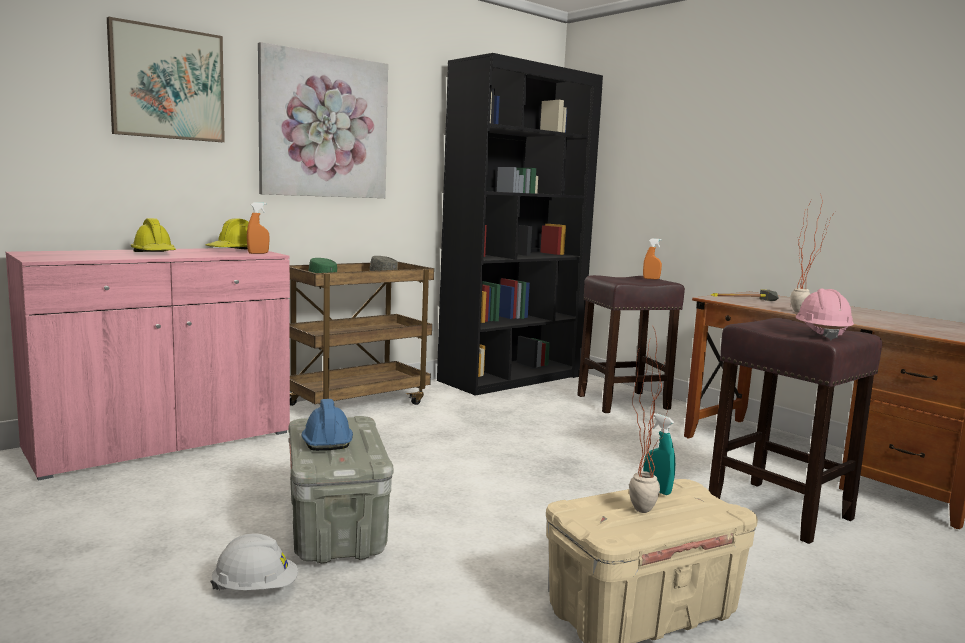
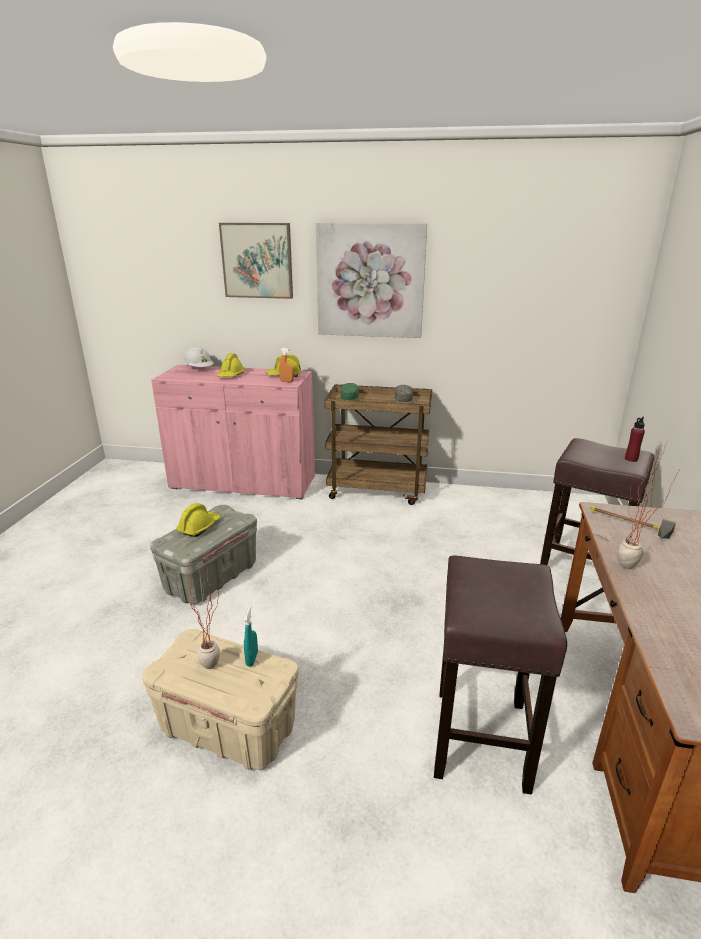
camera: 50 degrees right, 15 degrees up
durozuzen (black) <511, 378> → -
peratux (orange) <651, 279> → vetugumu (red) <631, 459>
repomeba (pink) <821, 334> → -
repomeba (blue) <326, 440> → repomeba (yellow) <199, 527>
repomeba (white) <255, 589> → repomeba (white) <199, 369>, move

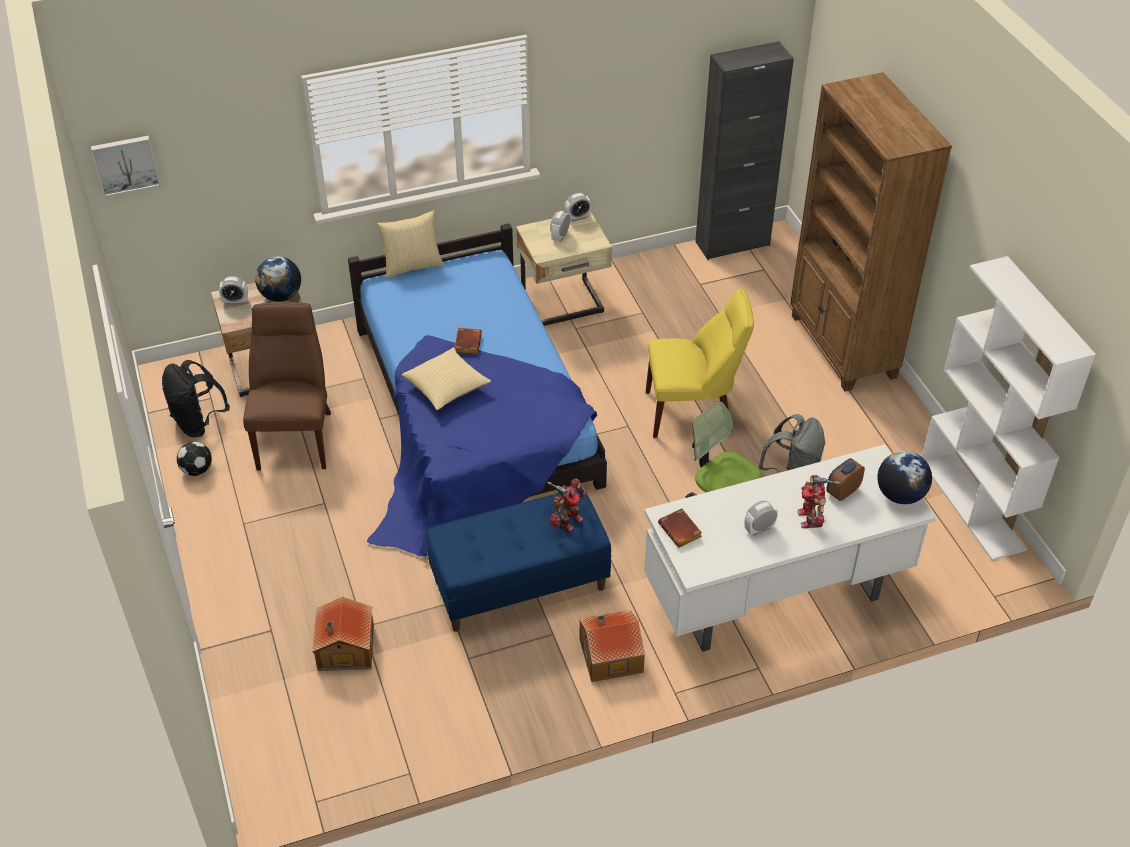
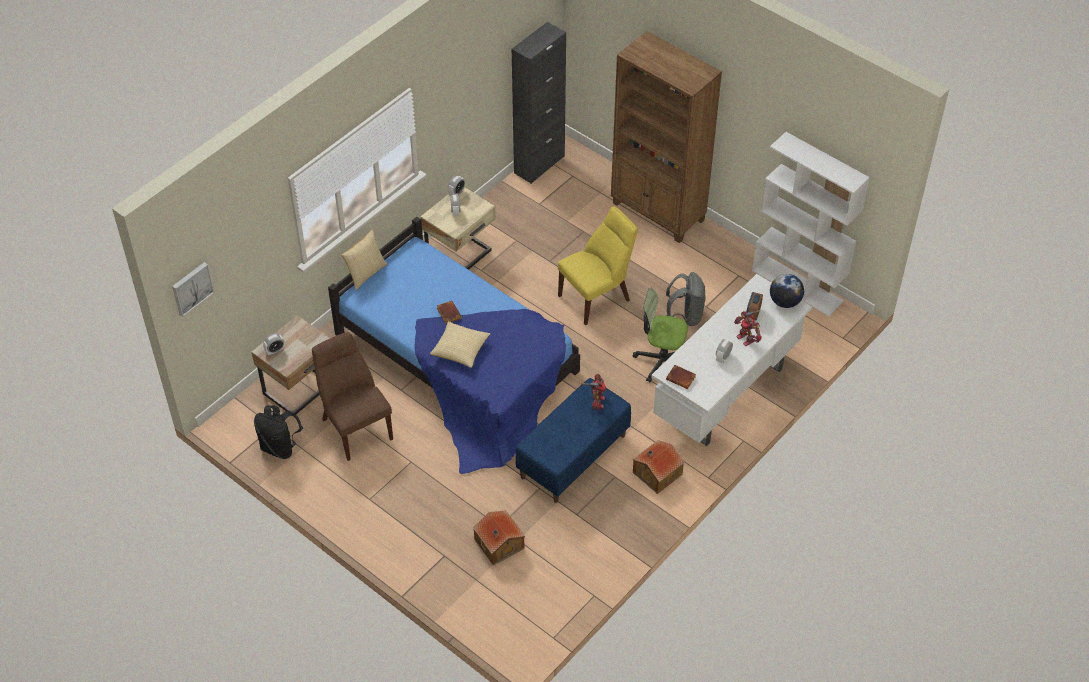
camera: 30 degrees left, 5 degrees up
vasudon <281, 296> → -
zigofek <197, 470> → -

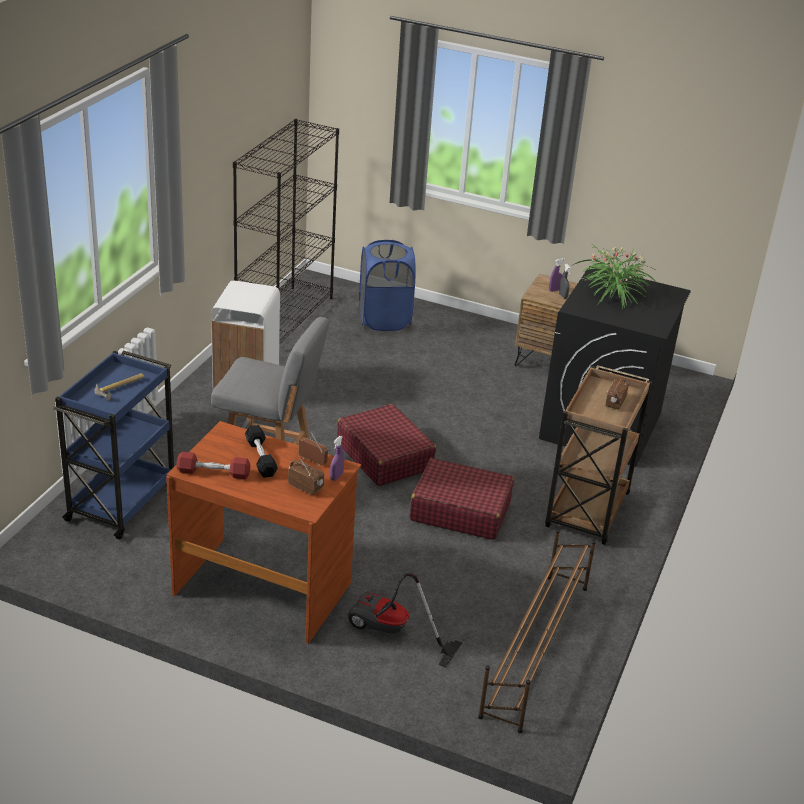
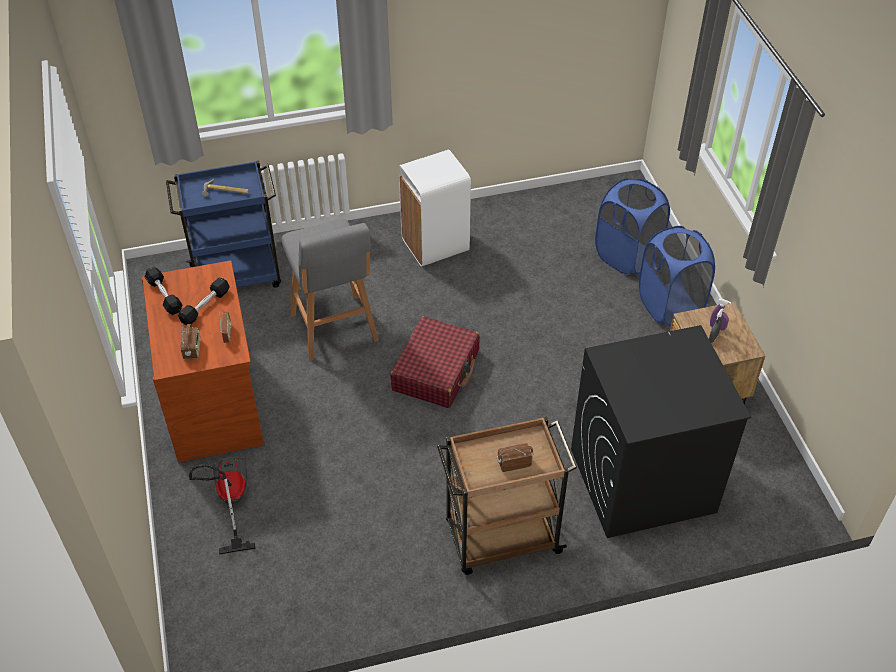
camera: 55 degrees right, 15 degrees up
durozuzen (black) <285, 318> → -
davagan <613, 293> → -
peratux (purple) <336, 476> → -
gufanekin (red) <213, 473> → gufanekin (black) <164, 296>
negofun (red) <460, 510> → -
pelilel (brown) <534, 650> → -
- → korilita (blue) <670, 305>

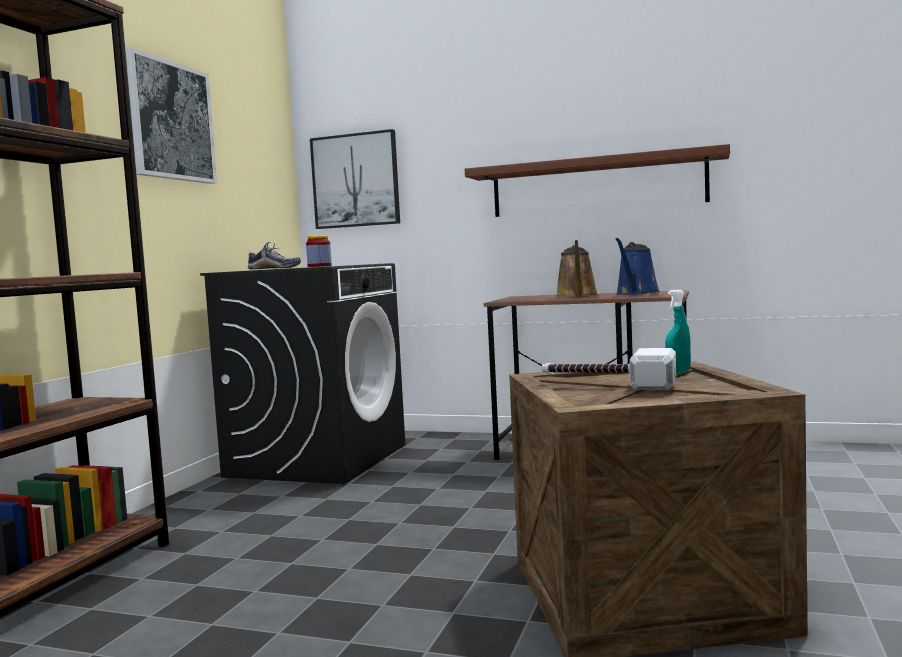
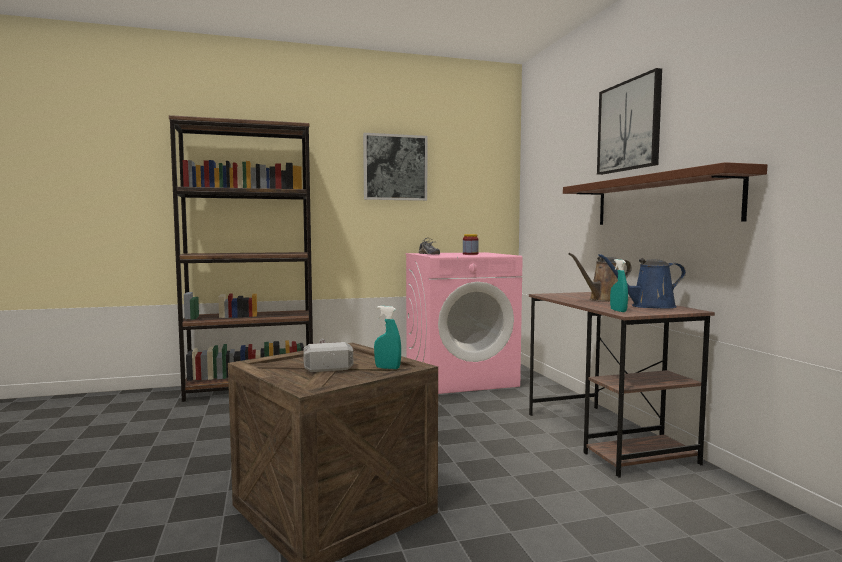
camera: 55 degrees right, 0 degrees up
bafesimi <356, 180> → bafesimi <629, 126>, move
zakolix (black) <318, 460> → zakolix (pink) <460, 378>
- → peratux (turquoise) <618, 311>

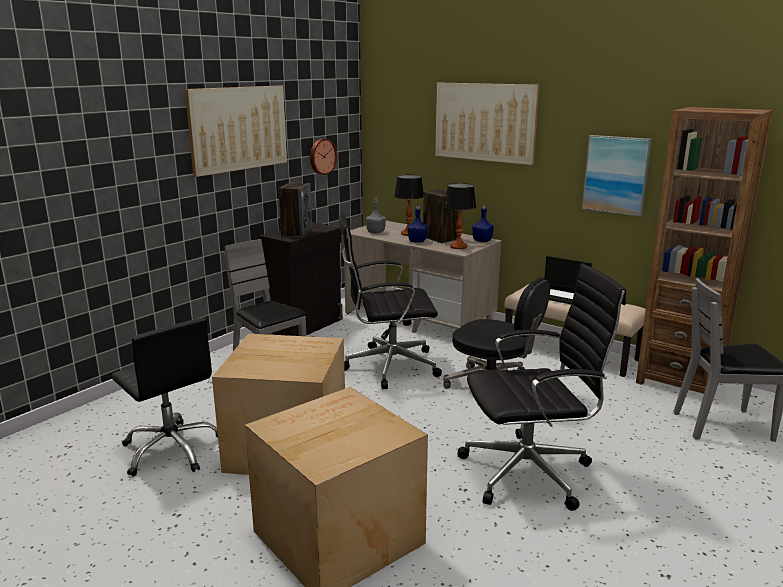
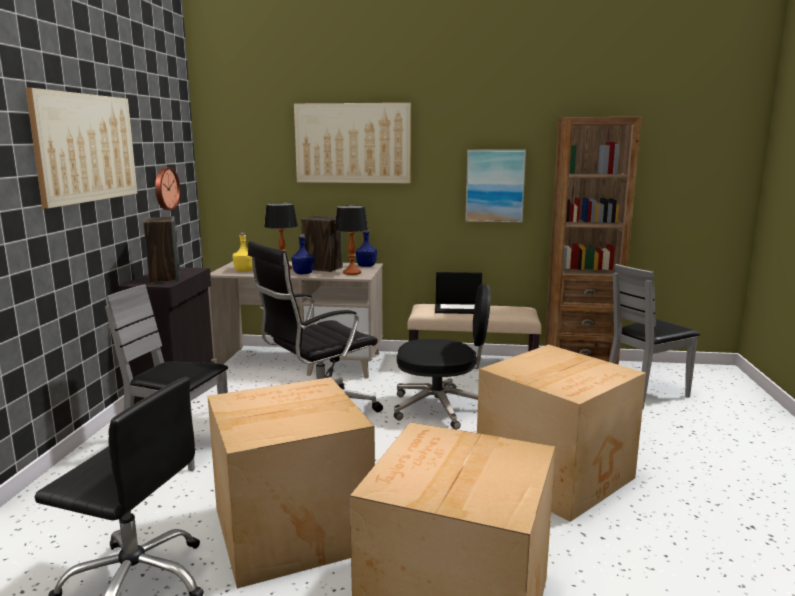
camera: 30 degrees left, 5 degrees down
vetugumu (grey) <376, 232> → vetugumu (yellow) <245, 271>
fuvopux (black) <530, 472> → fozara <557, 475>

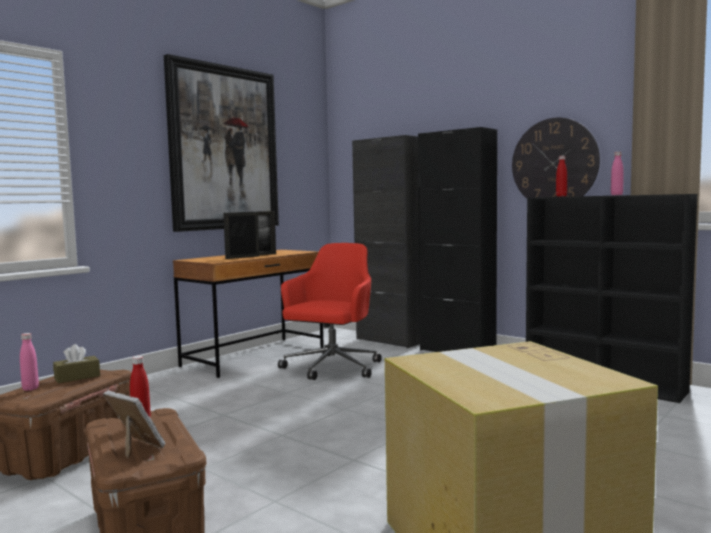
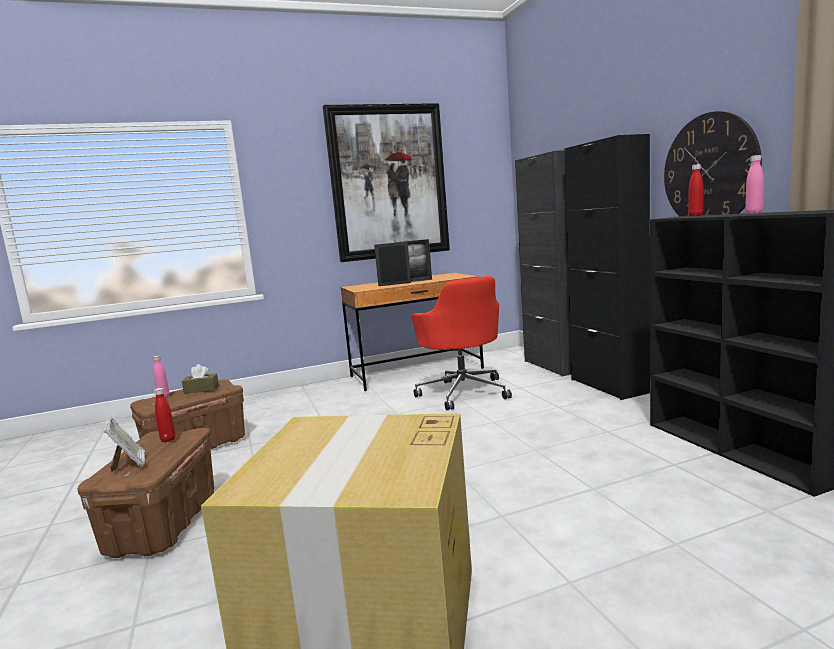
camera: 30 degrees right, 5 degrees up
fuvopux (red) <331, 368> → fuvopux (red) <463, 392>, 105 degrees clockwise

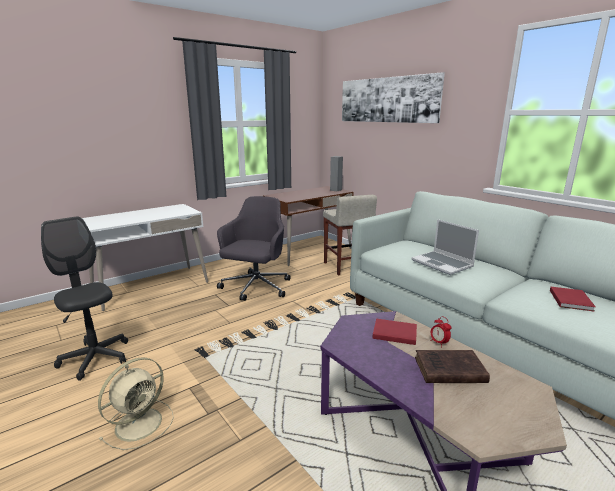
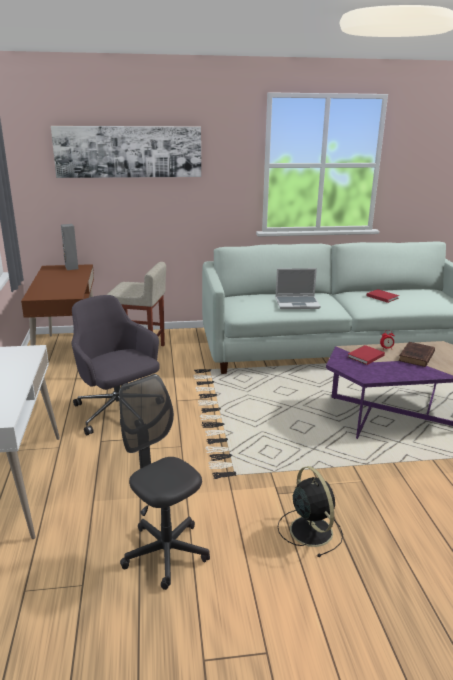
camera: 60 degrees left, 5 degrees up
fuvopux (grey) <95, 358> → fuvopux (grey) <165, 553>, 60 degrees clockwise
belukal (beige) <140, 423> → belukal (black) <310, 529>

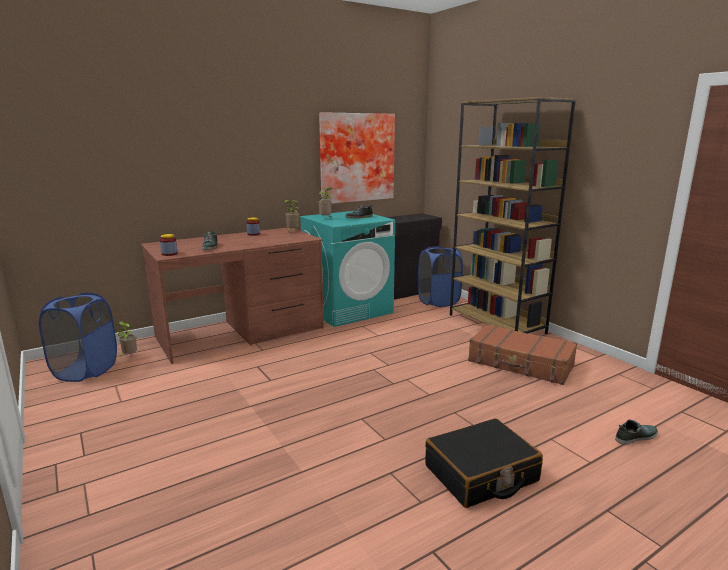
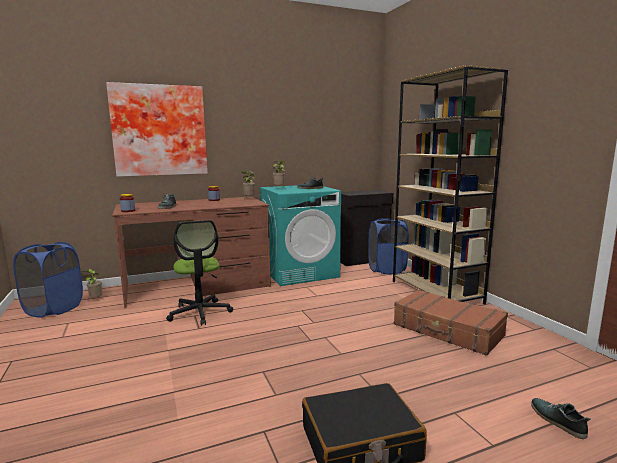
camera: 10 degrees right, 5 degrees down
bafesimi <356, 158> → bafesimi <159, 130>, move
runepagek <635, 437> → runepagek <557, 421>, 105 degrees counterclockwise
- → fuvopux <200, 313>

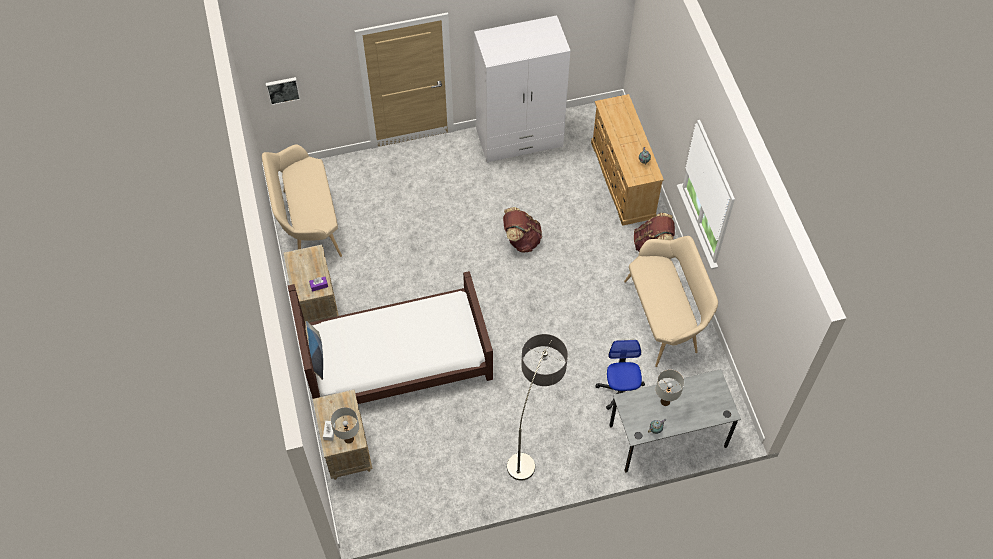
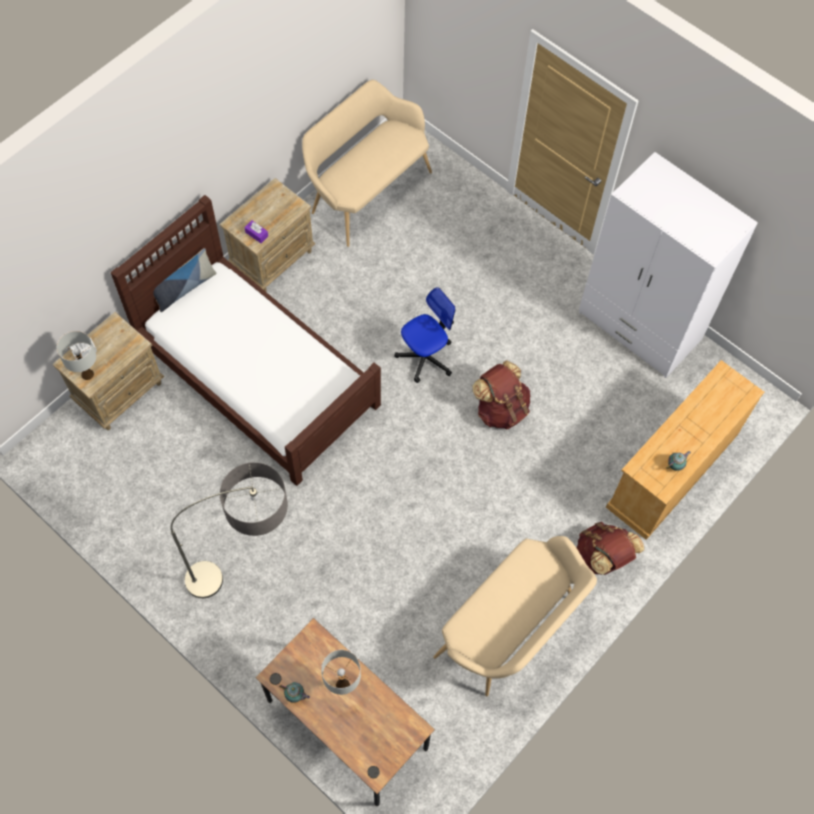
camera: 55 degrees right, 5 degrees up
bafesimi <283, 90> → -
fuvopux <620, 391> → fuvopux <425, 357>, move
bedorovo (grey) <668, 436> → bedorovo (brown) <347, 724>

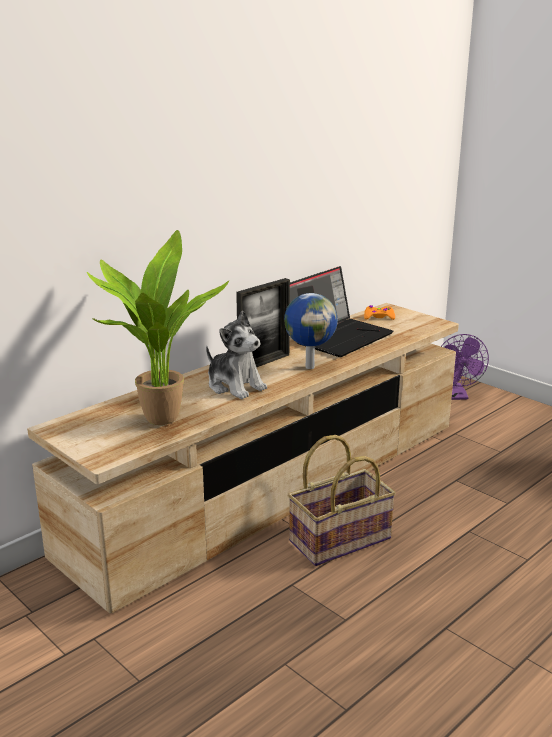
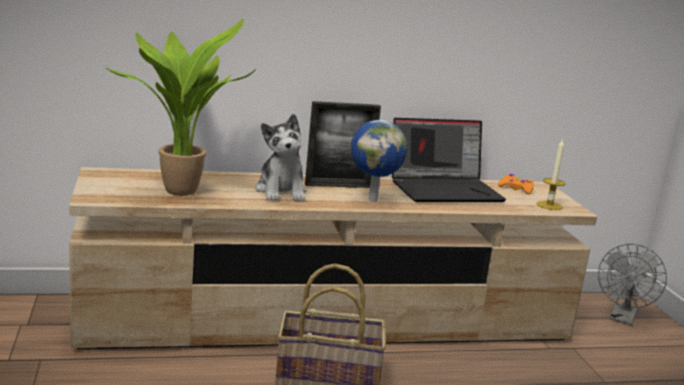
camera: 30 degrees right, 5 degrees down
belukal (purple) <457, 396> → belukal (grey) <623, 319>
- → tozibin <549, 205>

